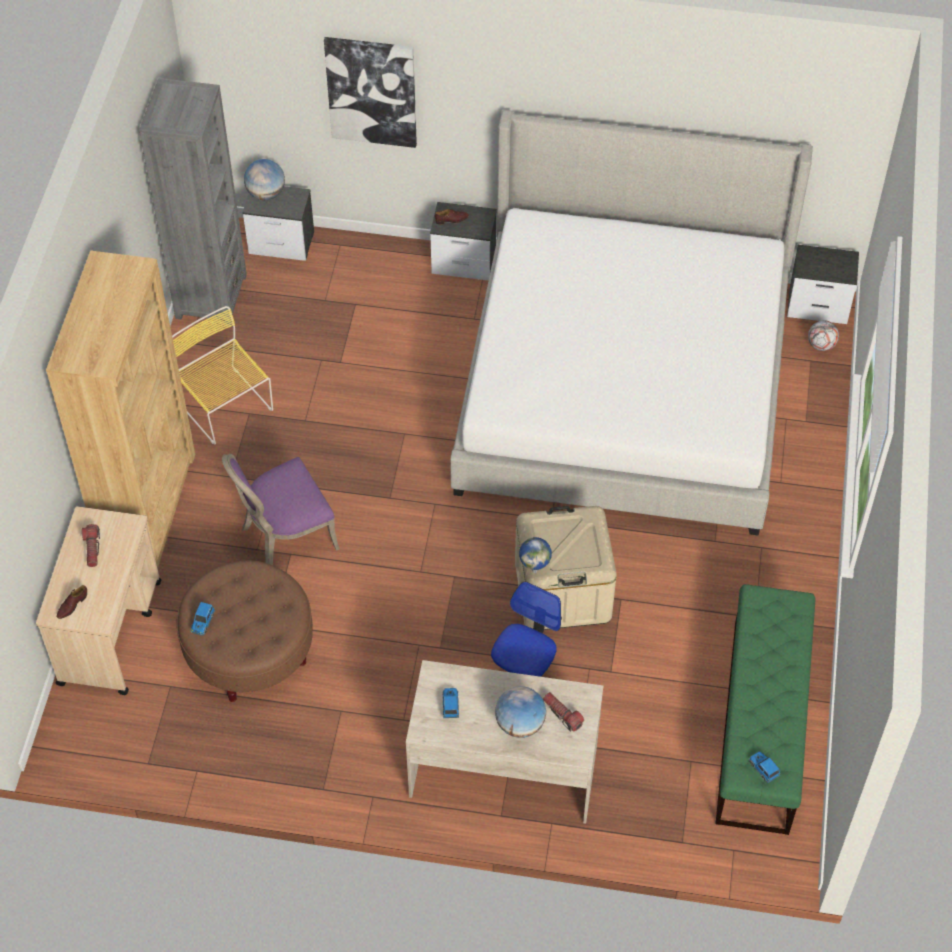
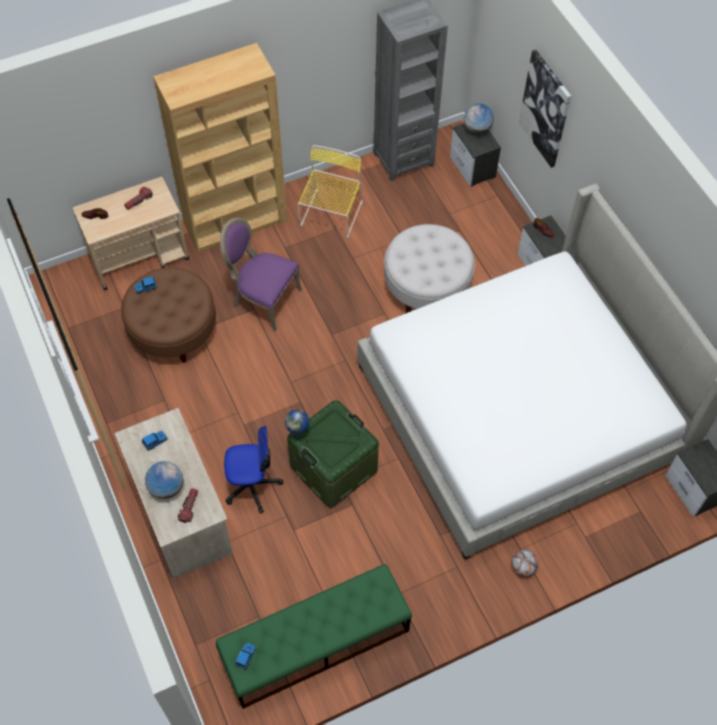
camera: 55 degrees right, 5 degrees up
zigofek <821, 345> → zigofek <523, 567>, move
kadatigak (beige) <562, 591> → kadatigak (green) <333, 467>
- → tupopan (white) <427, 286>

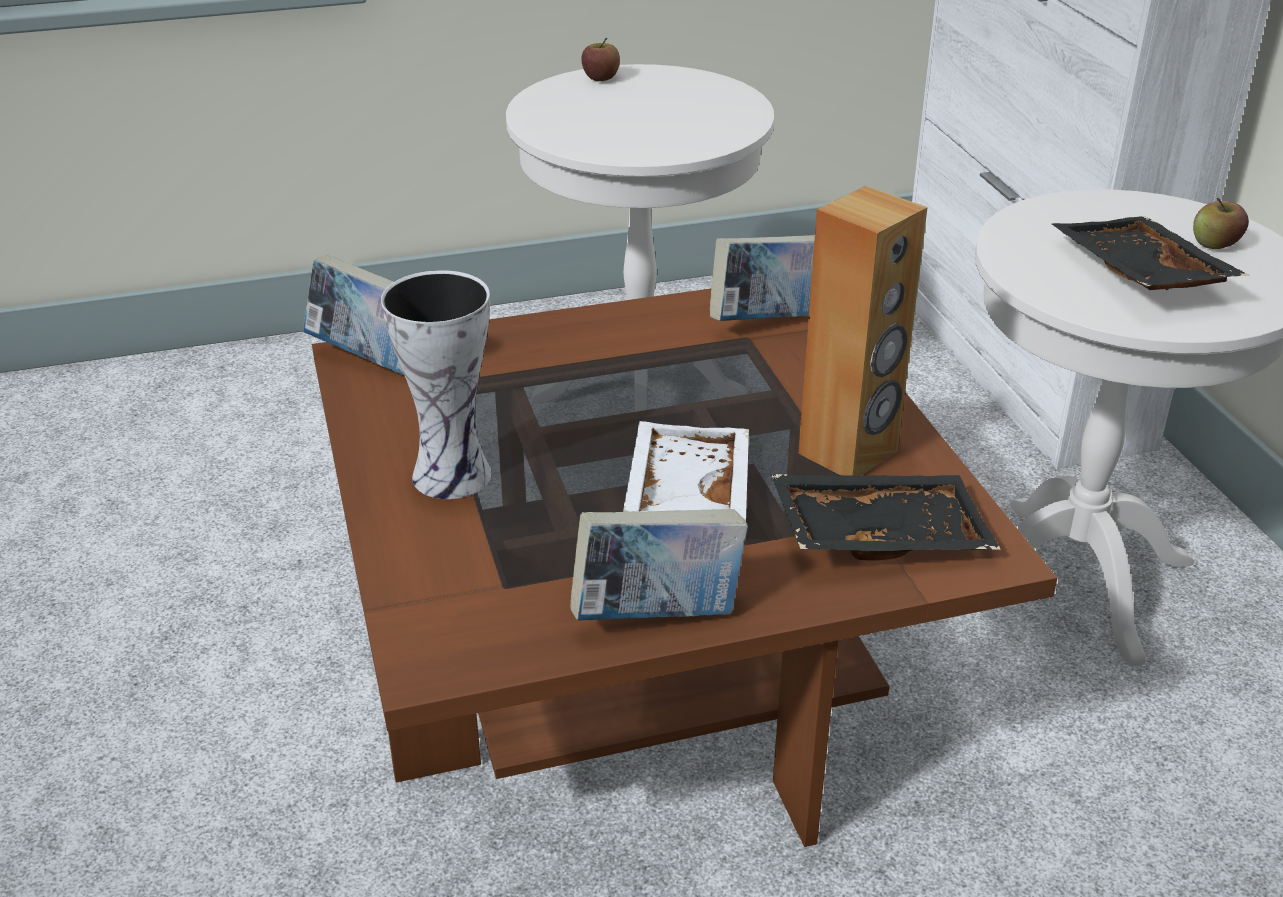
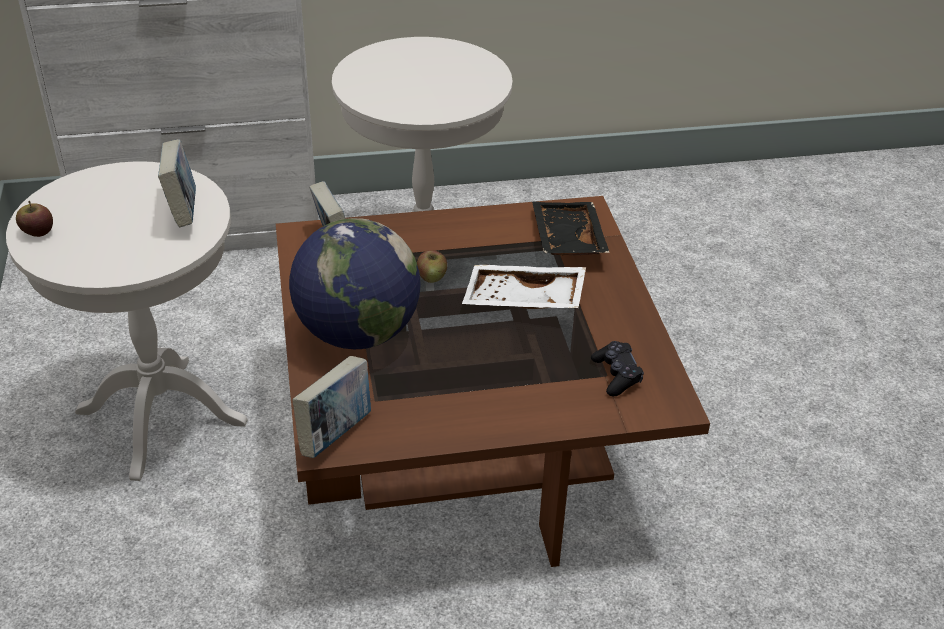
camera: 85 degrees left, 5 degrees up
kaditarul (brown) <849, 452> → -
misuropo <1215, 245> → misuropo <432, 277>, move
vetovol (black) <1135, 275> → -
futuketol <455, 474> → -
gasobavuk <658, 616> → gasobavuk <183, 212>, move
- → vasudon <357, 333>
- → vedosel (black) <616, 375>

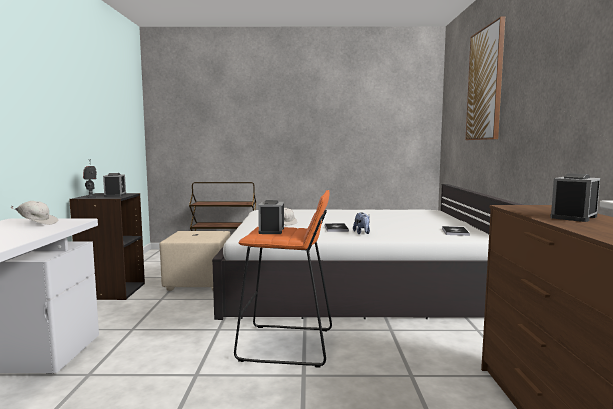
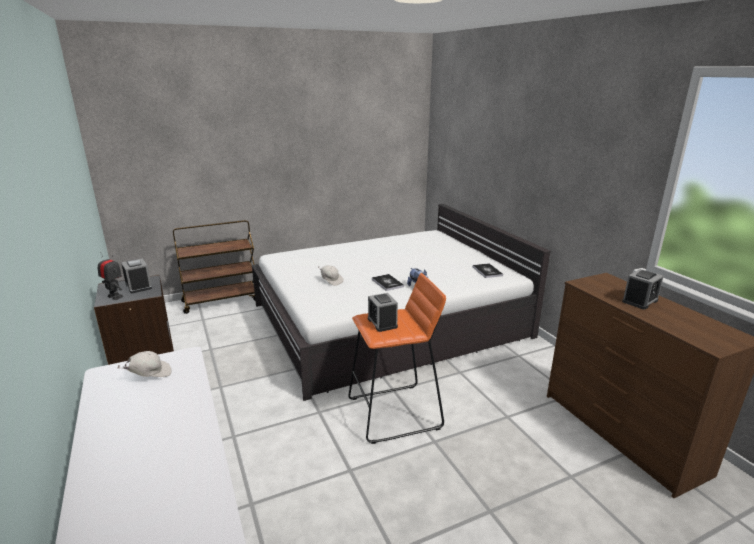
camera: 25 degrees left, 15 degrees up
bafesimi <485, 84> → -
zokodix <573, 217> → zokodix <639, 301>, 150 degrees counterclockwise
tupopan (beige) <199, 283> → -

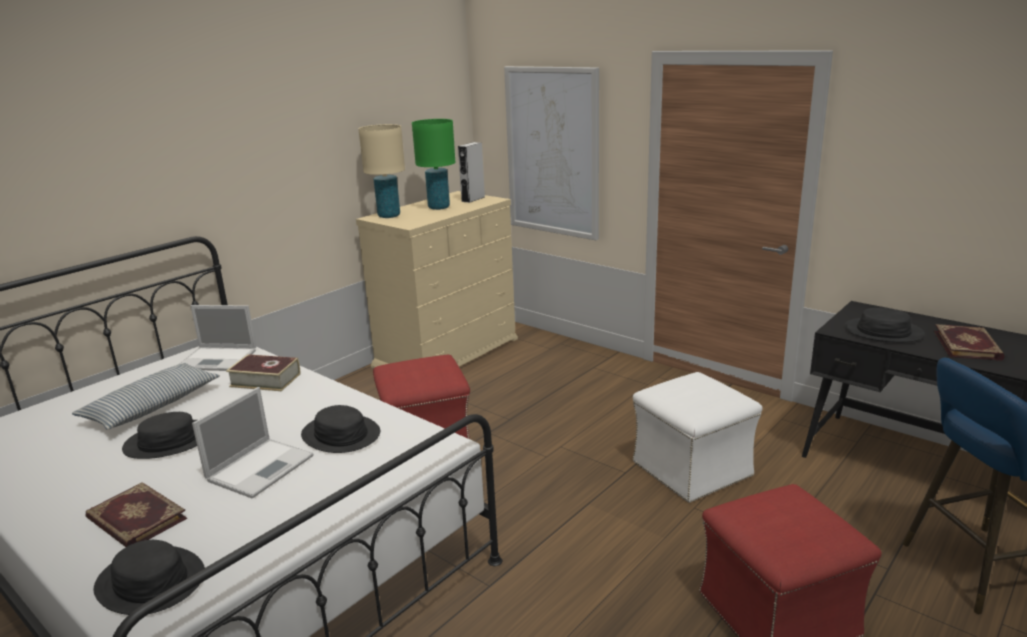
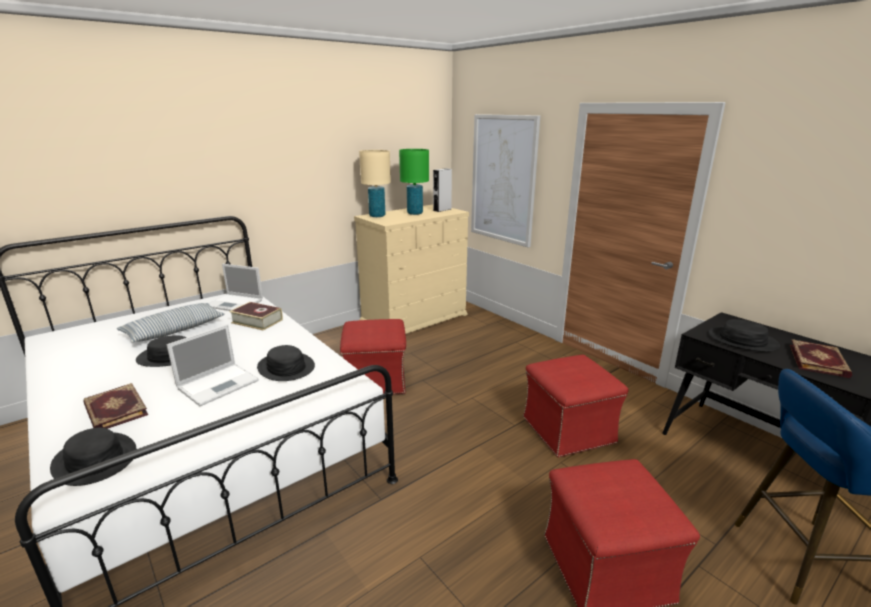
camera: 10 degrees right, 0 degrees up
tupopan (white) <692, 469> → tupopan (red) <568, 431>

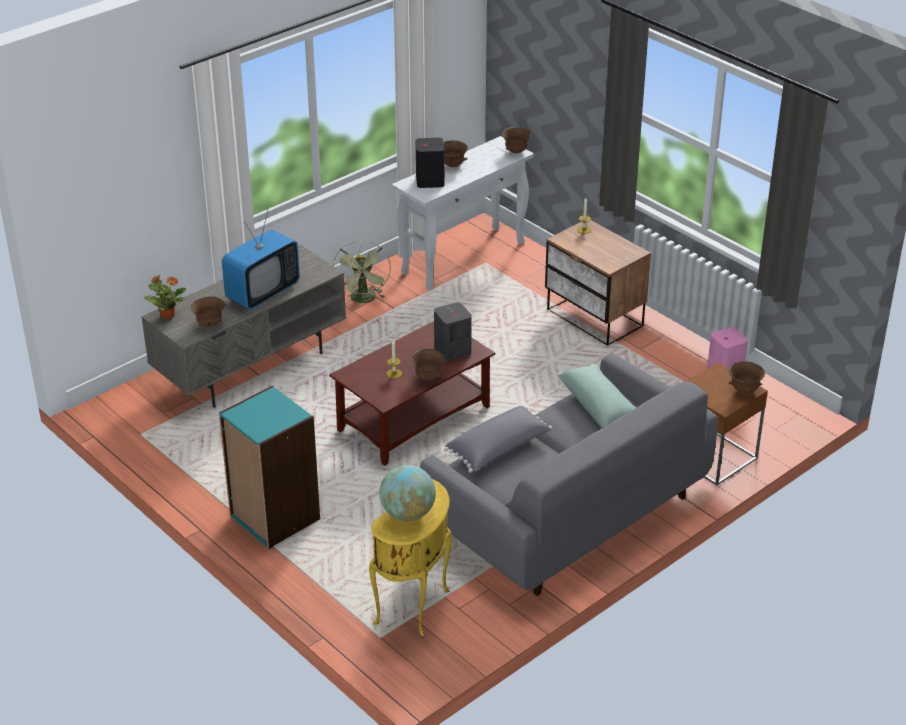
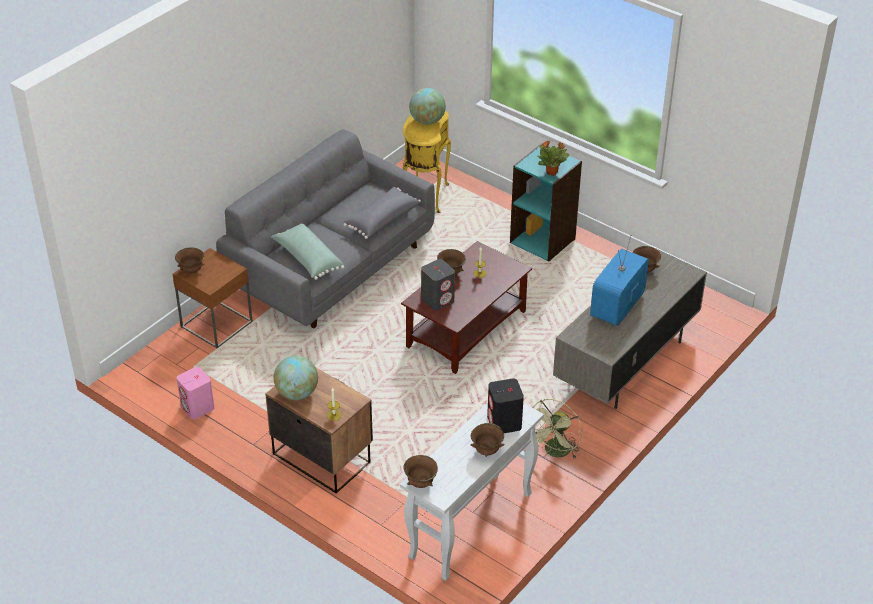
camera: 170 degrees right, 5 degrees up
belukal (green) <364, 300> → belukal (green) <555, 452>, 135 degrees counterclockwise
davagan <167, 315> → davagan <552, 172>, move
- → vasudon <297, 393>

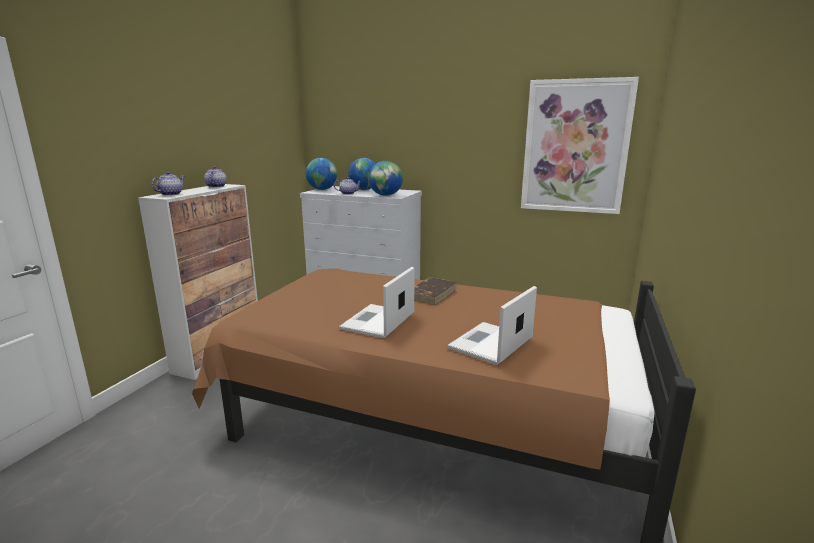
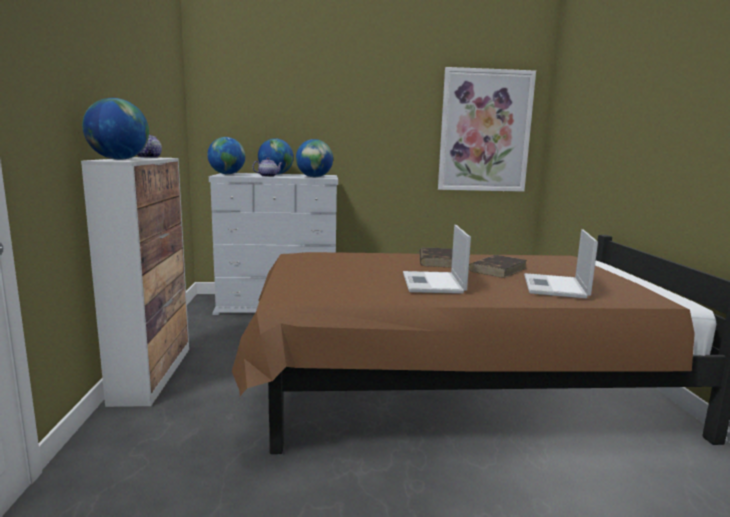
camera: 25 degrees left, 5 degrees down
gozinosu <171, 194> → vasudon <118, 159>
- → gasobavuk (brown) <497, 269>

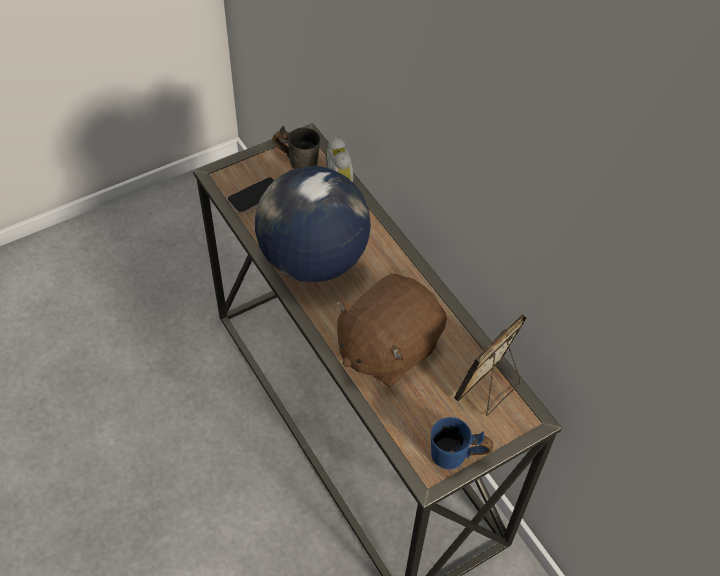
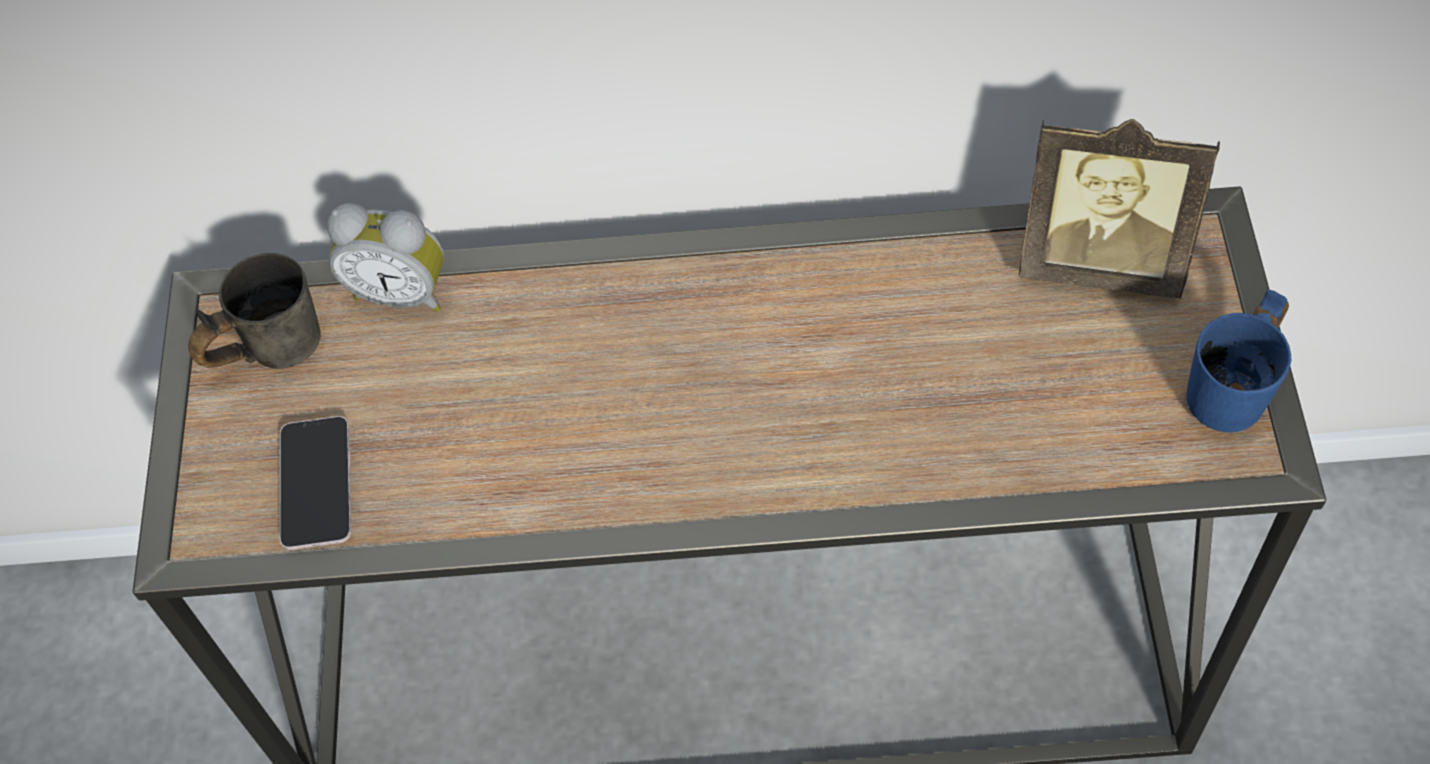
camera: 55 degrees left, 5 degrees up
vasudon <312, 259> → -
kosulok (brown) <387, 348> → -
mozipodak <489, 389> → mozipodak <1101, 262>, 60 degrees counterclockwise

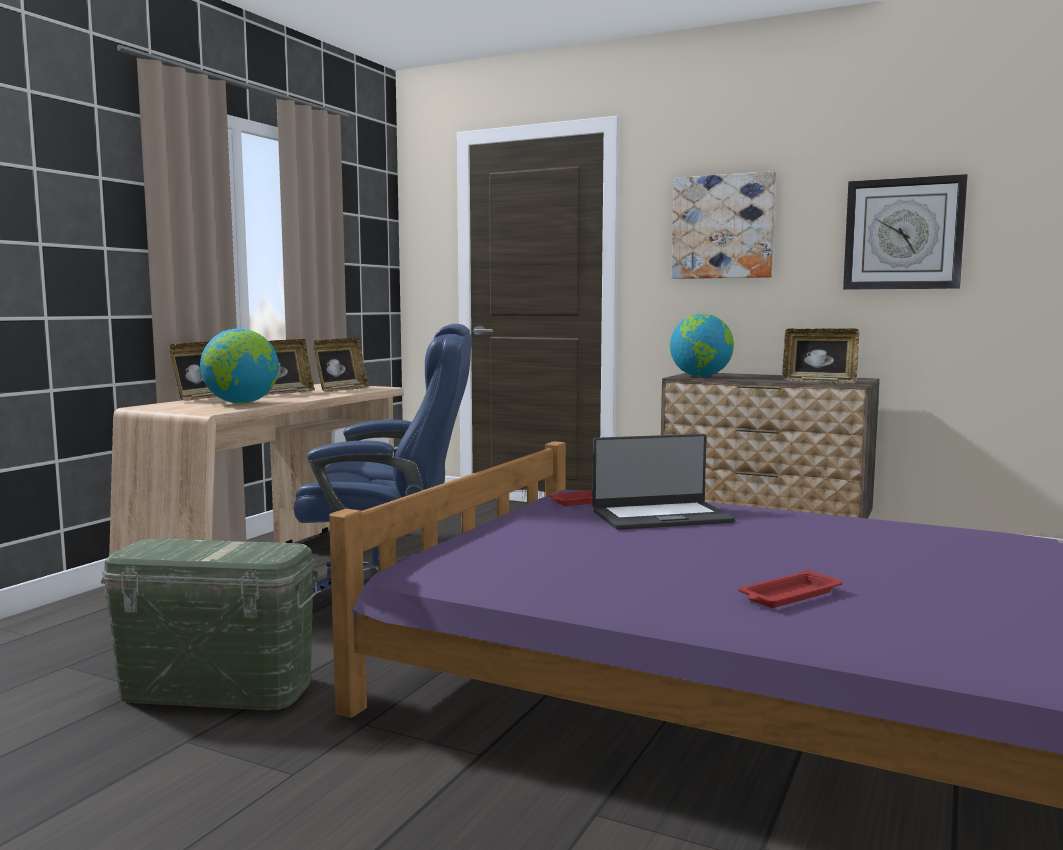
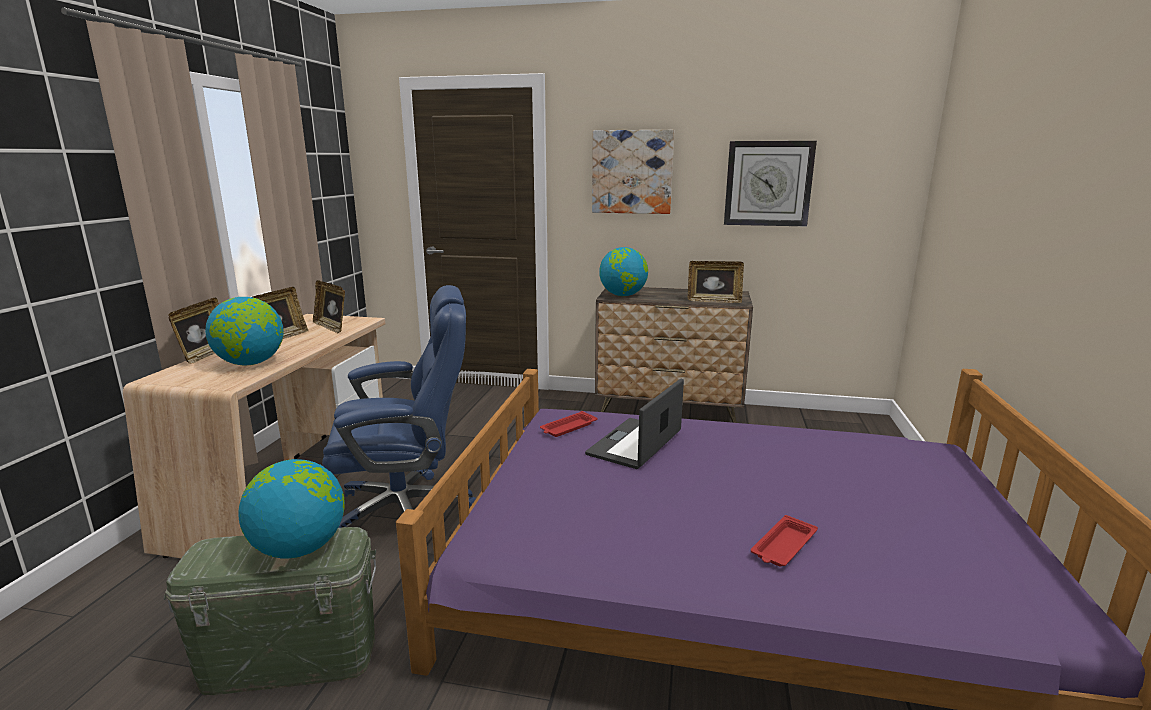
camera: 15 degrees left, 10 degrees up
mozipodak <341, 390> → mozipodak <331, 327>, 120 degrees clockwise
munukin <661, 516> → munukin <636, 444>, 150 degrees clockwise
- → vasudon <300, 548>

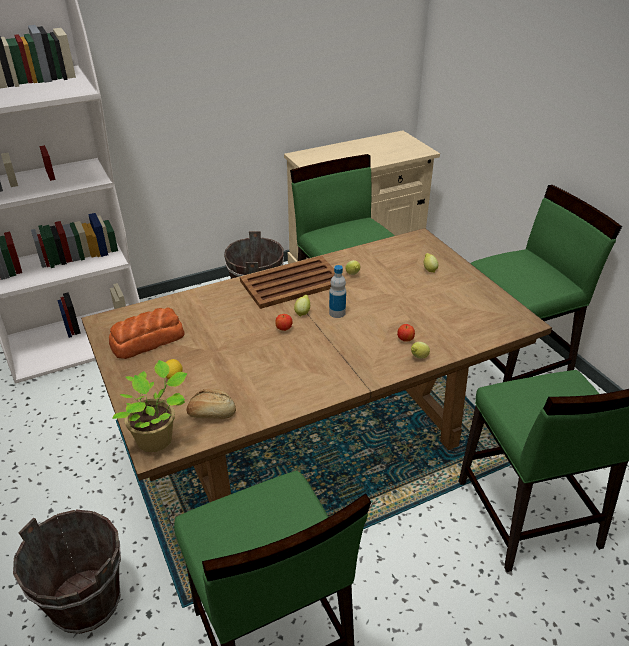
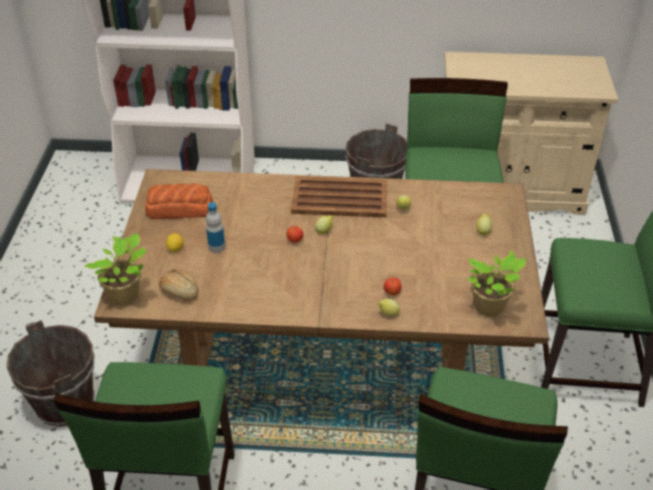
camera: 30 degrees right, 5 degrees up
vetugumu <337, 313> → vetugumu <216, 247>, move
- → davagan <490, 308>

